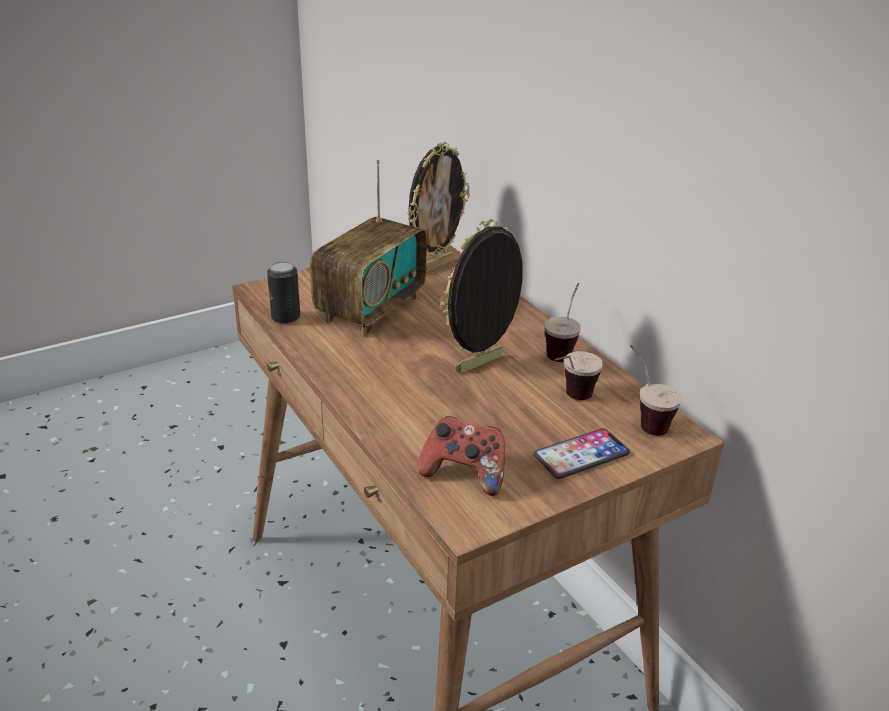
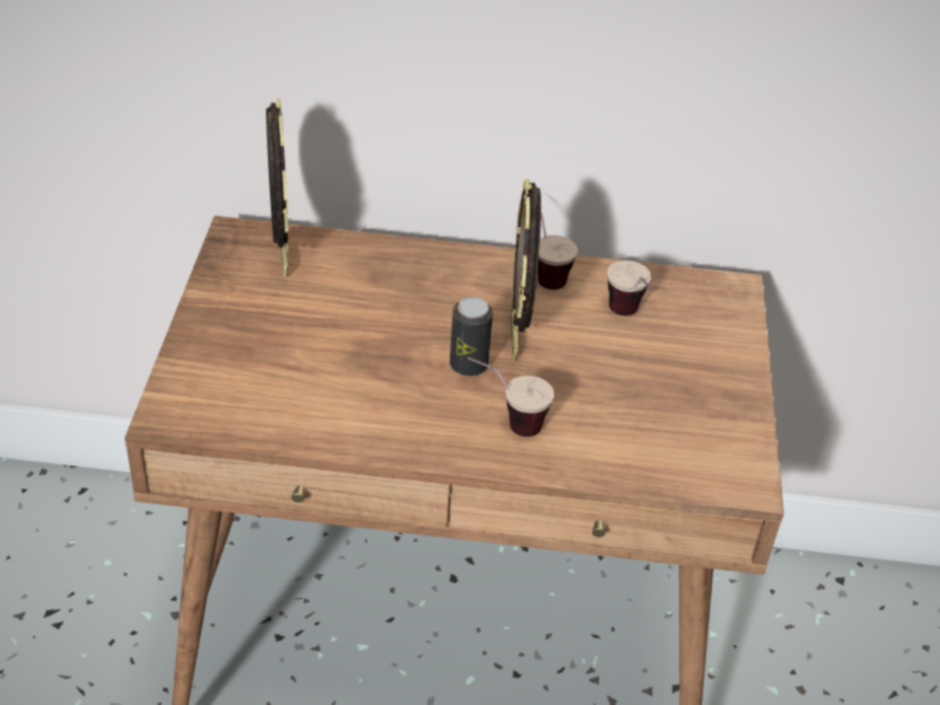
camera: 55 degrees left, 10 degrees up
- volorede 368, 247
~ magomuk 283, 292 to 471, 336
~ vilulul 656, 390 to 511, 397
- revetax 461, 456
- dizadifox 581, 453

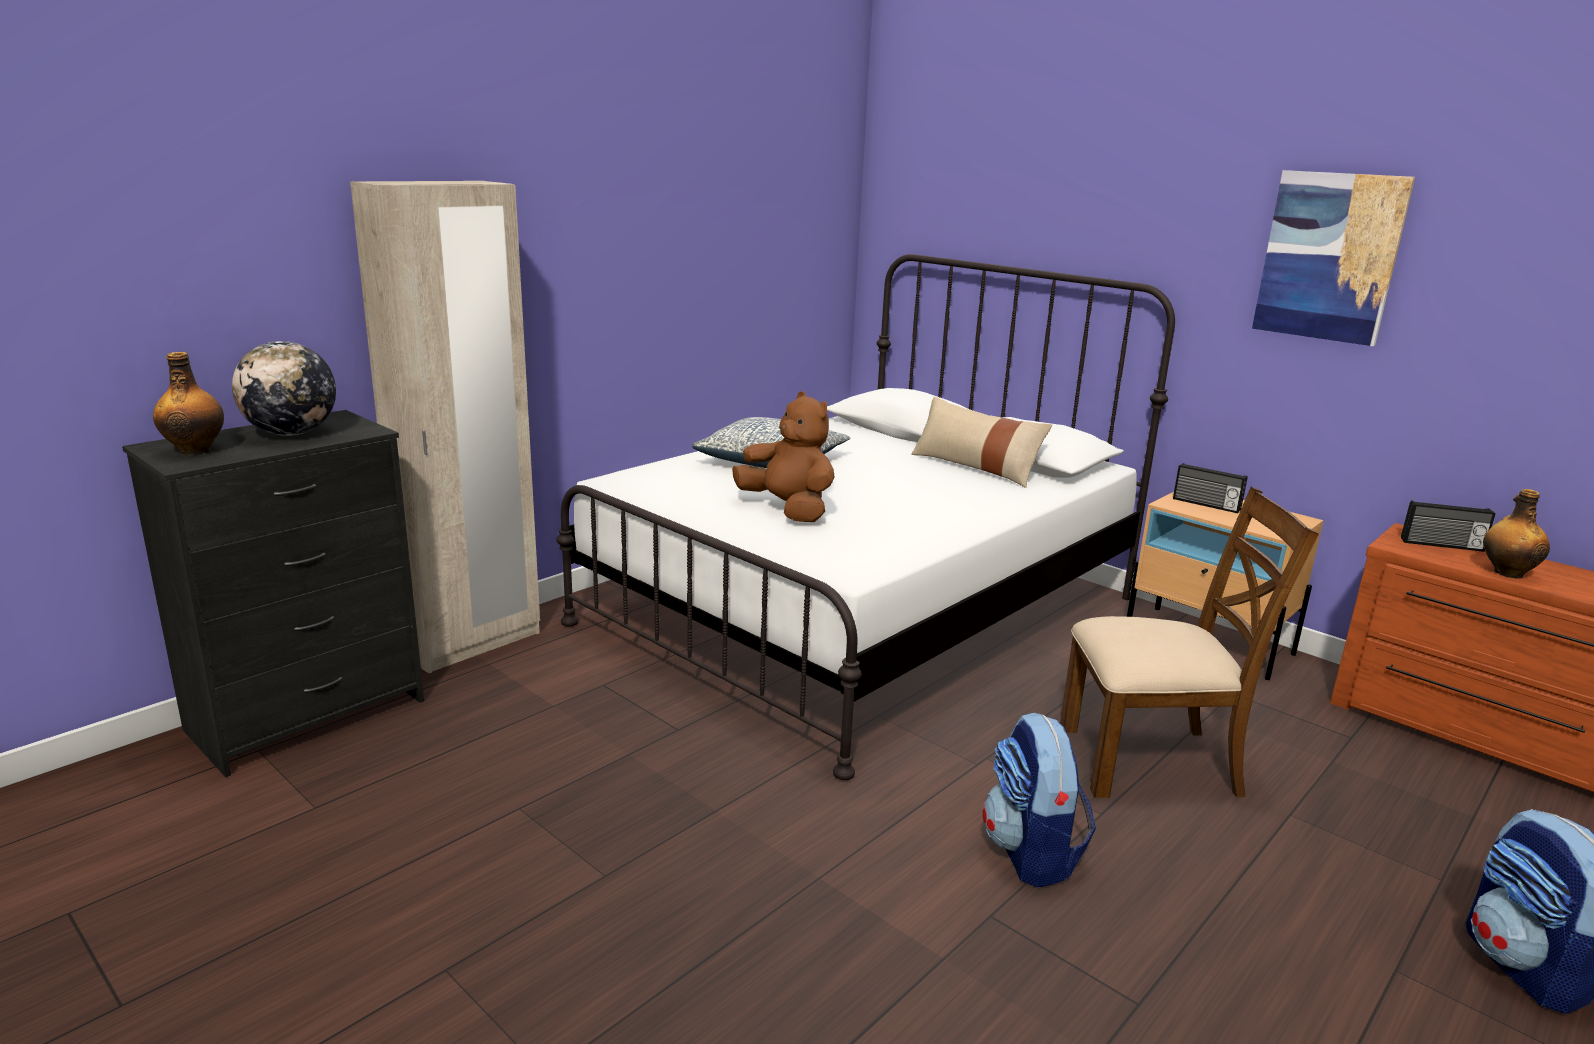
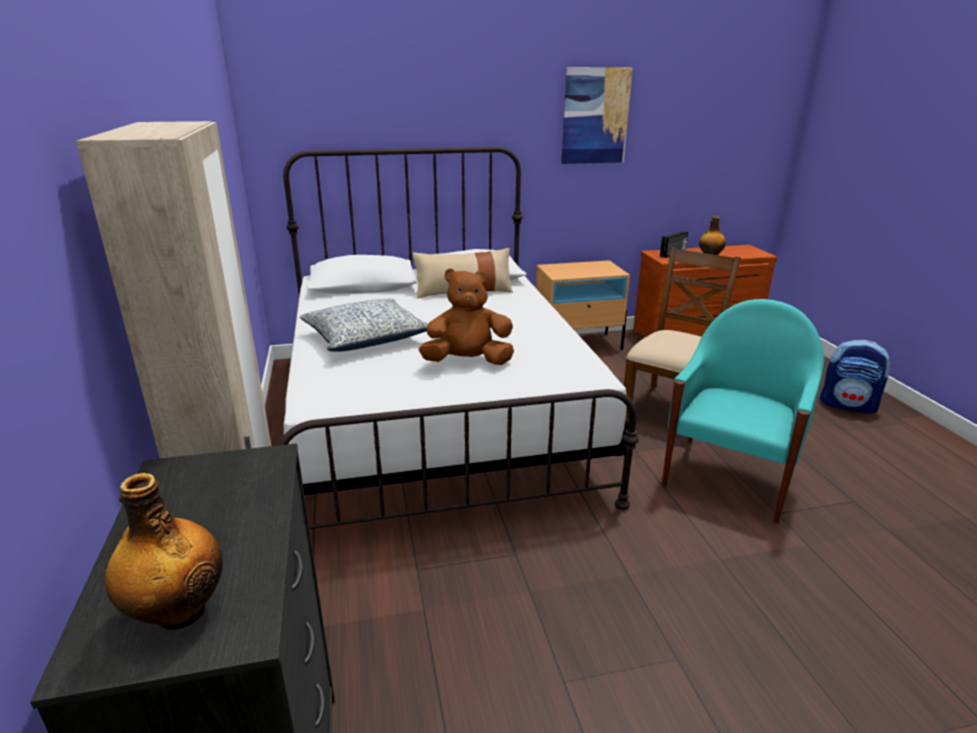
camera: 55 degrees left, 5 degrees up
- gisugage 284, 388
- volorede 1210, 488
~ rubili 1039, 799 to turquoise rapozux 743, 411

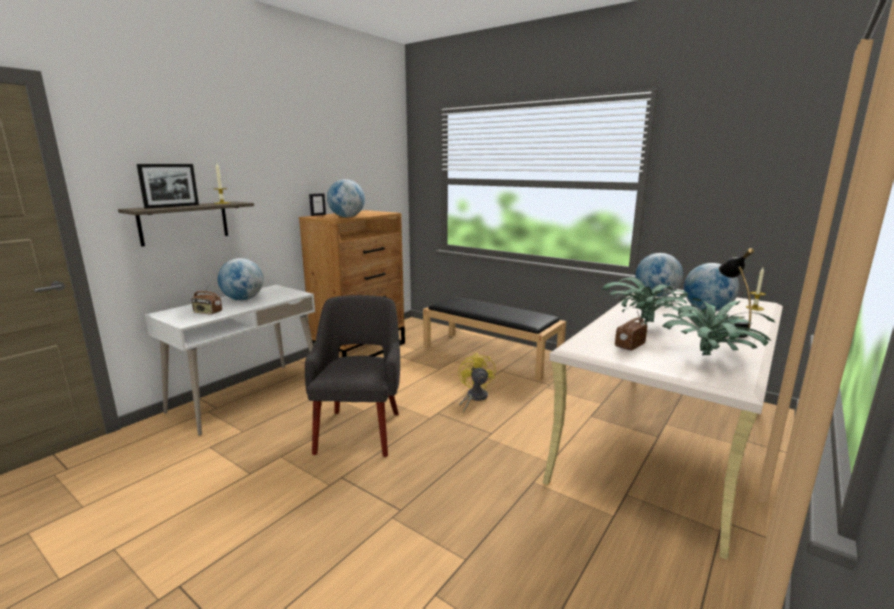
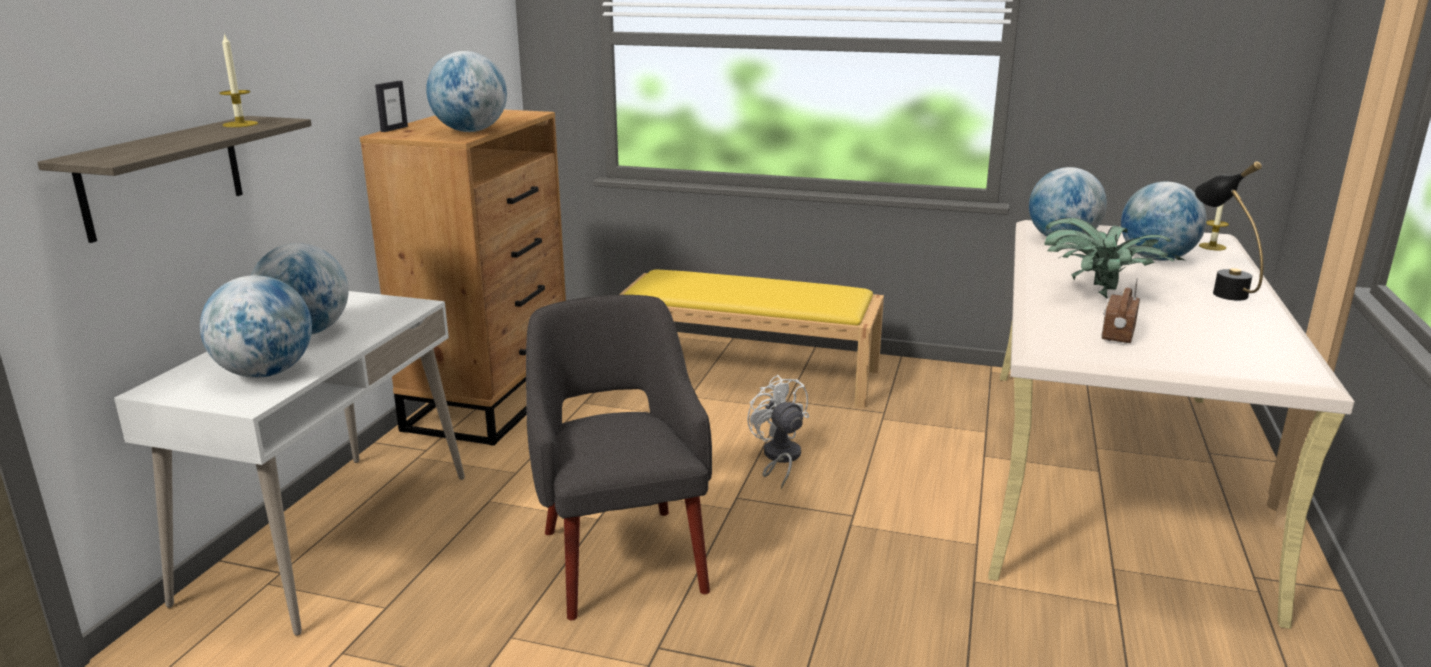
camera: 20 degrees left, 5 degrees up
- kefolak 168, 186
~ volorede 206, 298 to gisugage 256, 326
~ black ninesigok 494, 339 to yellow ninesigok 751, 338
- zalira 718, 326
~ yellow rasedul 477, 382 to white rasedul 778, 432

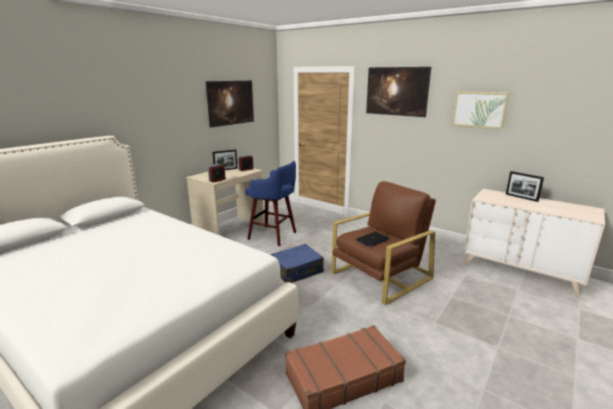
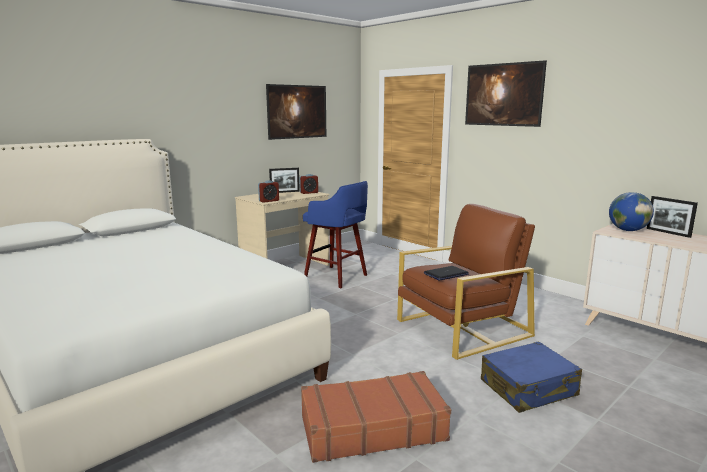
camera: 10 degrees right, 5 degrees down
- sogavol 480, 110
~ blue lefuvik 297, 263 to 531, 377
+ gisugage 631, 211

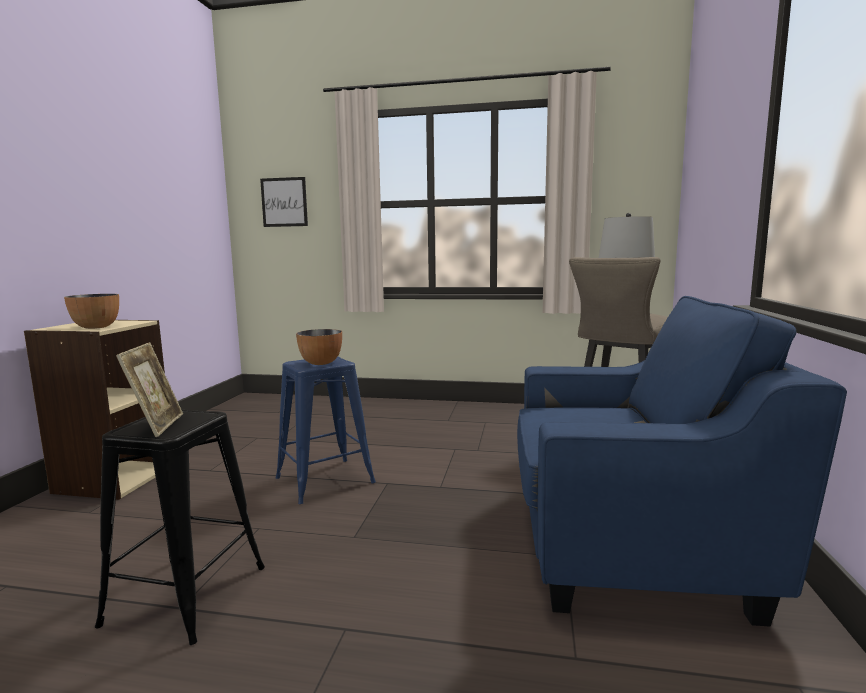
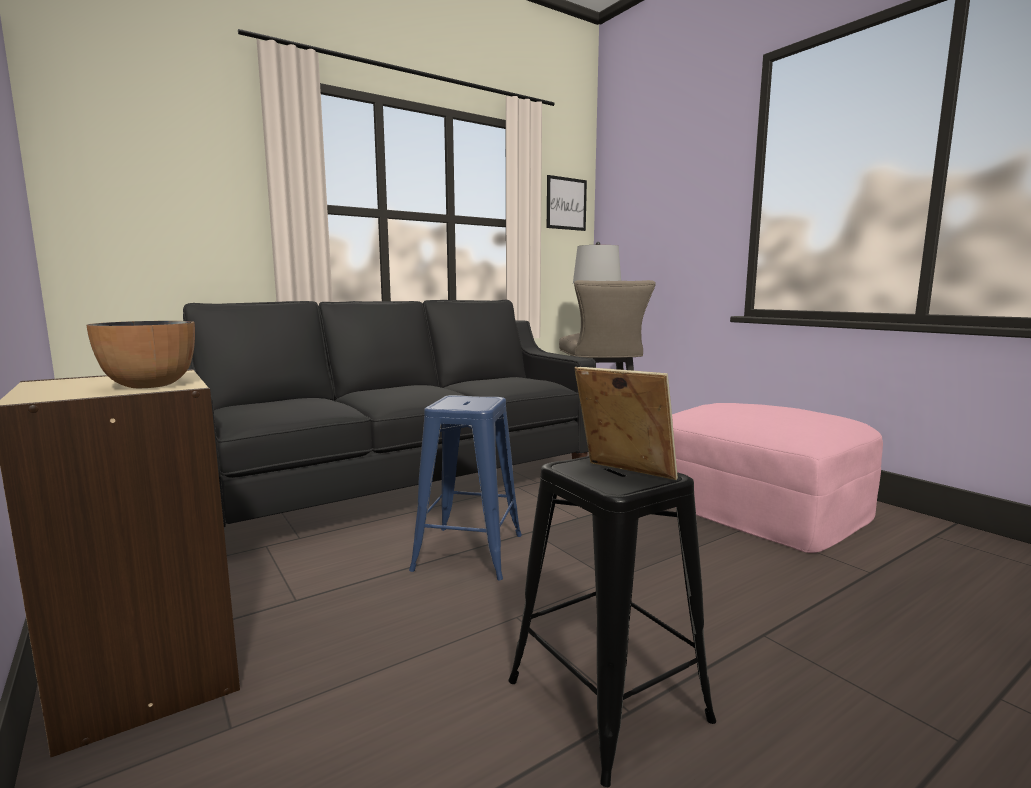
camera: 45 degrees left, 0 degrees up
~ sogavol 284, 202 to 567, 203
~ blue rapozux 682, 461 to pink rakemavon 777, 478
- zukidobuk 319, 347
+ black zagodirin 389, 413

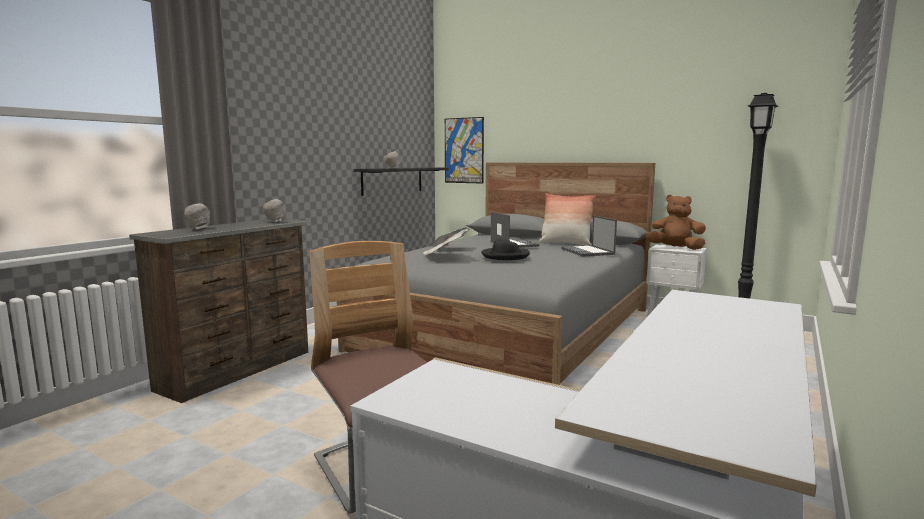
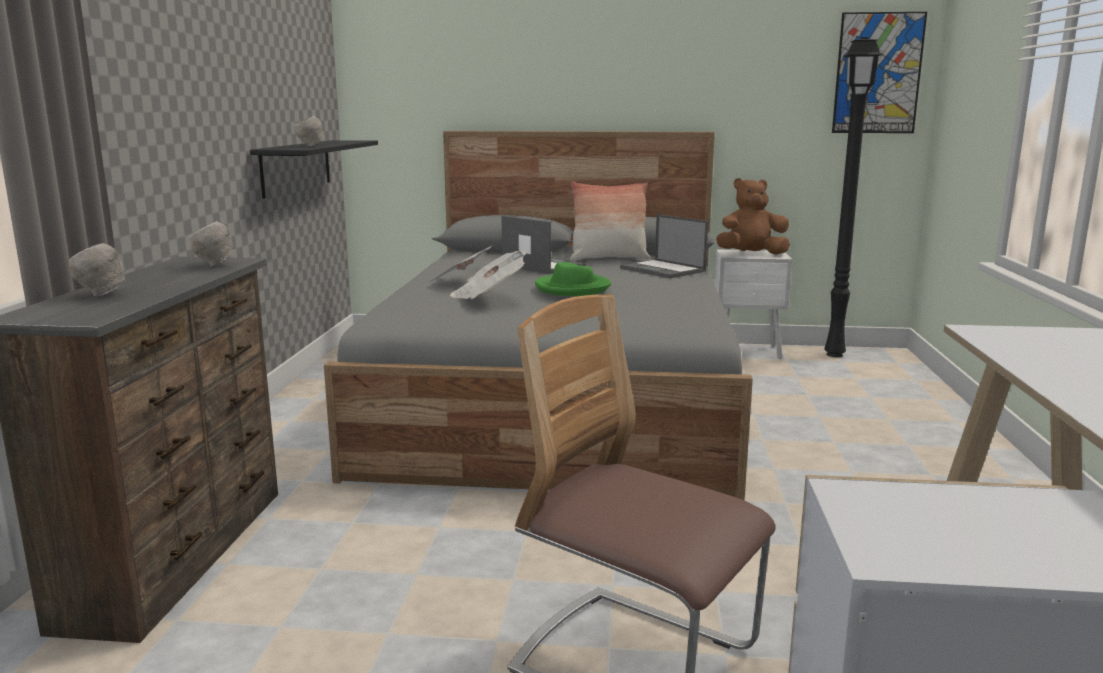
camera: 25 degrees left, 5 degrees up
~ sogavol 464, 150 to 879, 72
~ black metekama 505, 249 to green metekama 573, 279

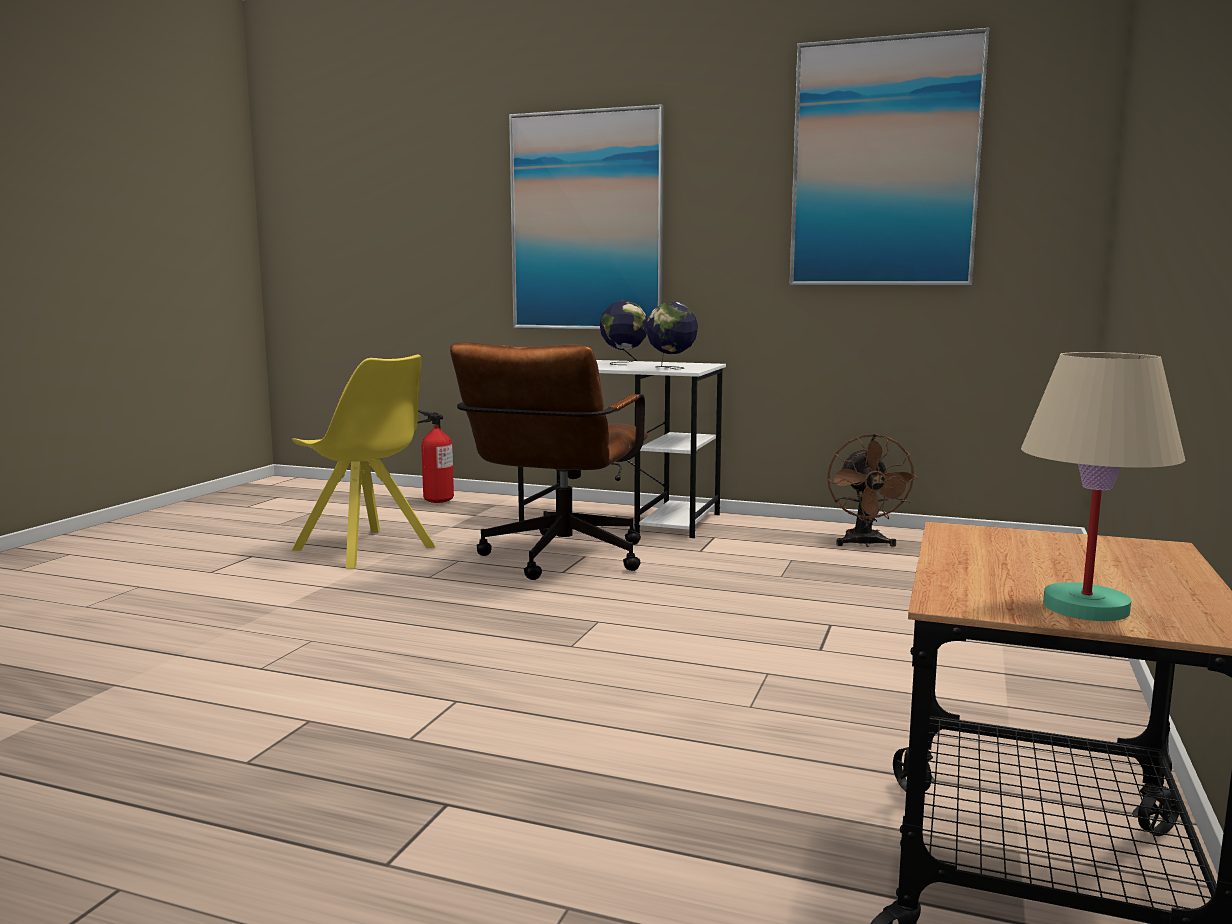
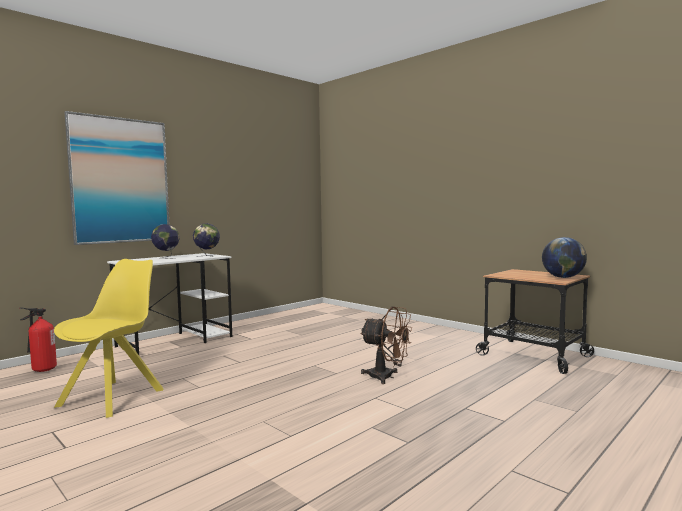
camera: 65 degrees left, 5 degrees down
- sogavol 889, 156
- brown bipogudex 549, 461
~ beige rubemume 1103, 486 to gisugage 564, 257
~ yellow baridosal 364, 462 = 109, 338 45 degrees counterclockwise
~ brown rasedul 872, 490 to 386, 345

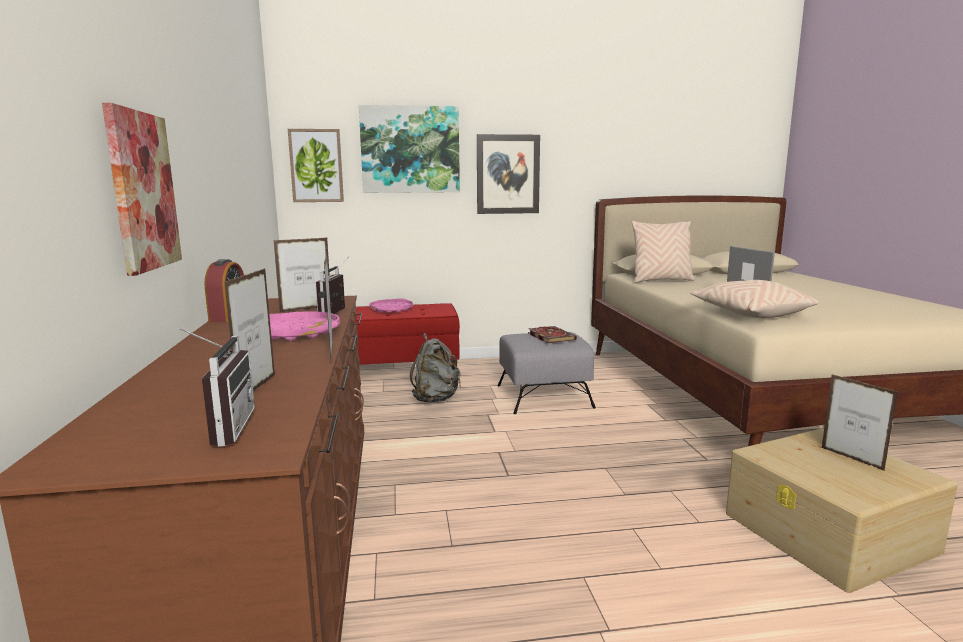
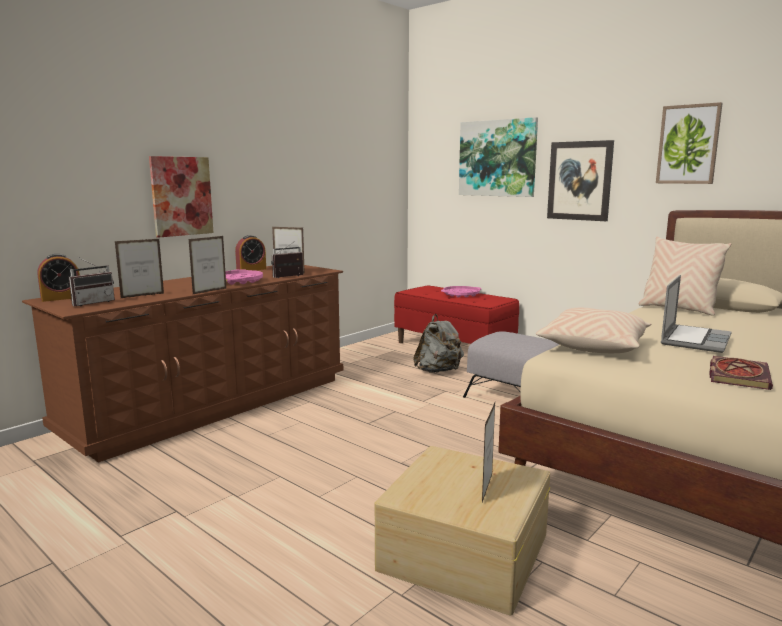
camera: 50 degrees right, 0 degrees up
~ sogavol 316, 165 to 689, 143
~ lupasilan 552, 334 to 741, 373
+ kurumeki 58, 278

